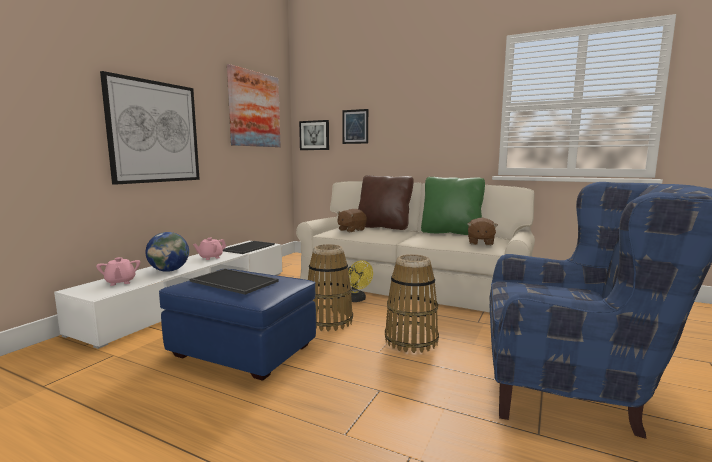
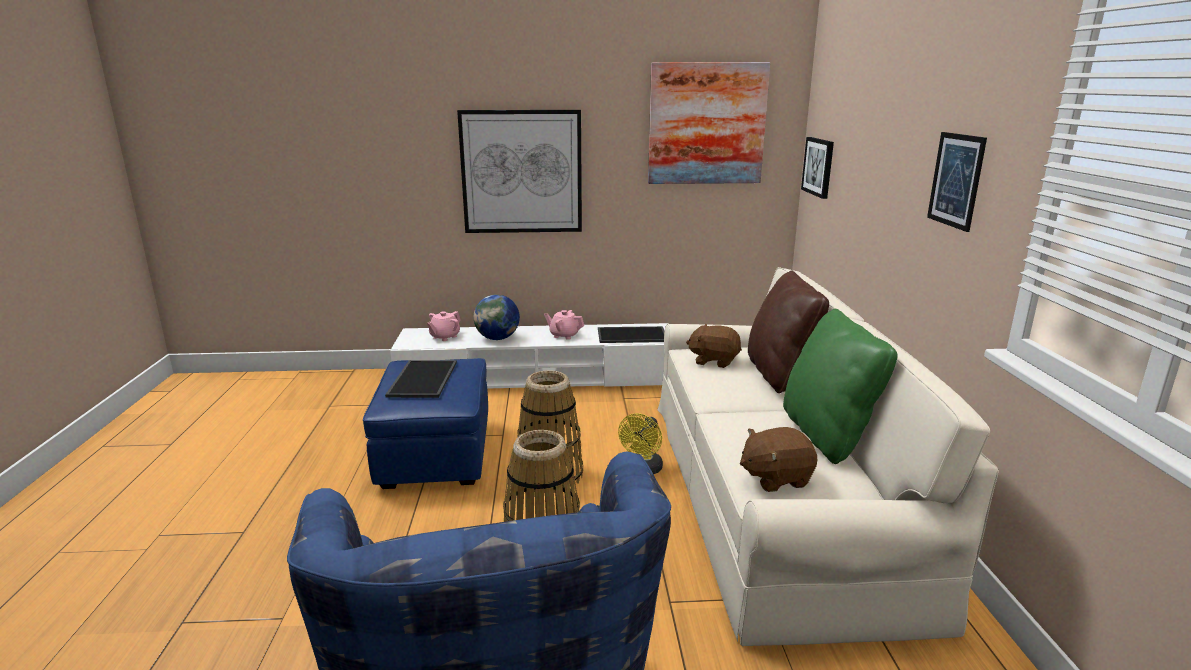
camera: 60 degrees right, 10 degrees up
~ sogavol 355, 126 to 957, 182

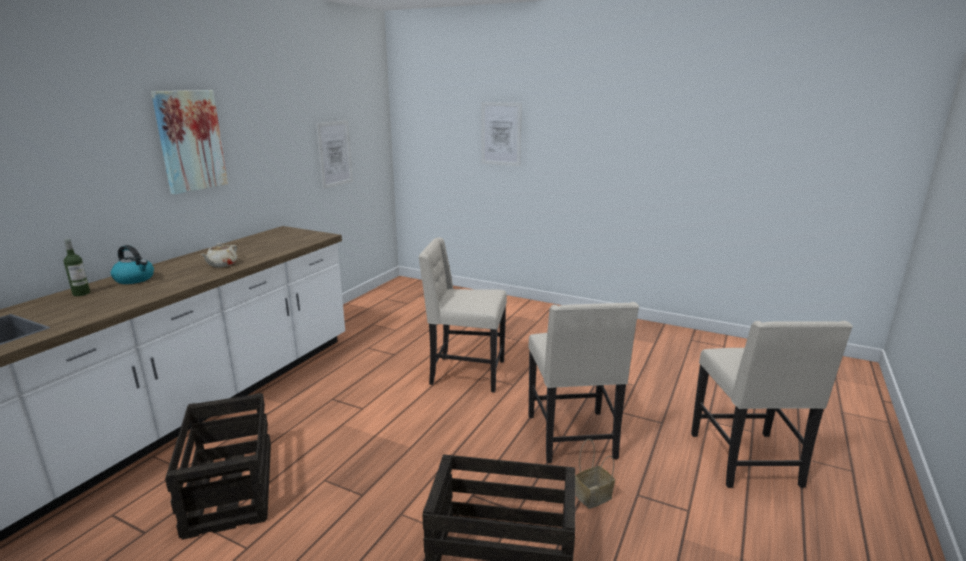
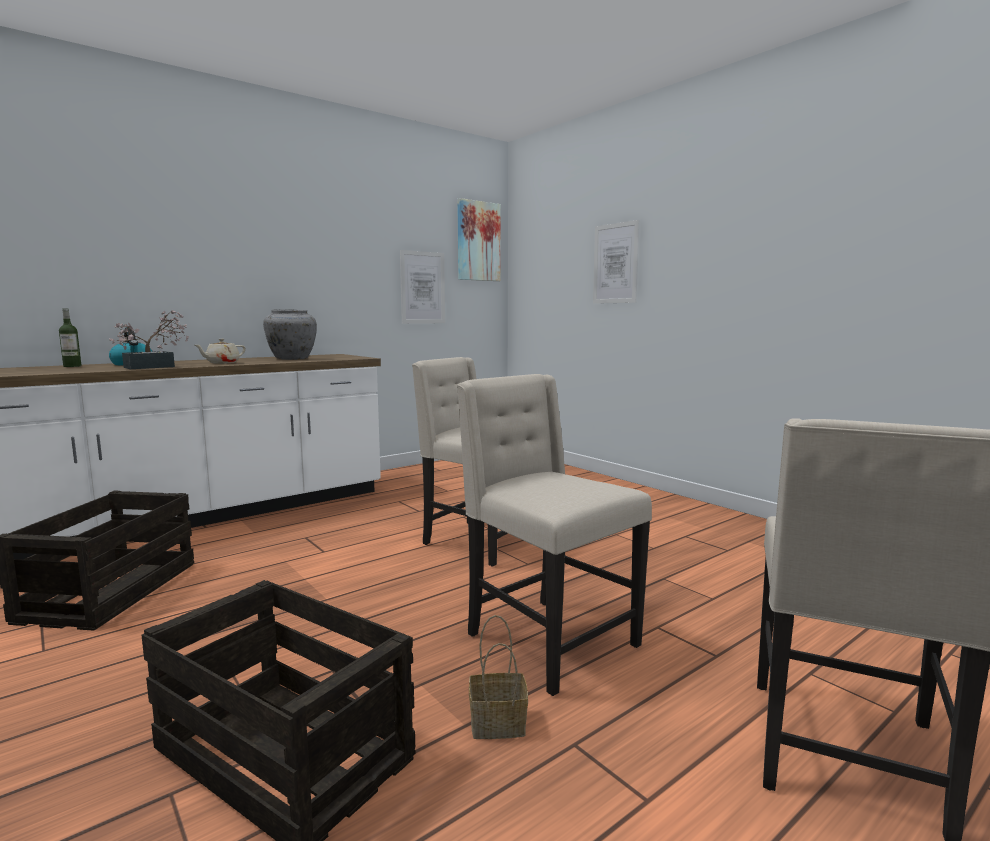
camera: 25 degrees right, 10 degrees down
~ sogavol 189, 142 to 479, 239
~ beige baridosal 583, 382 = 554, 535 120 degrees clockwise
+ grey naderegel 290, 334
+ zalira 149, 339

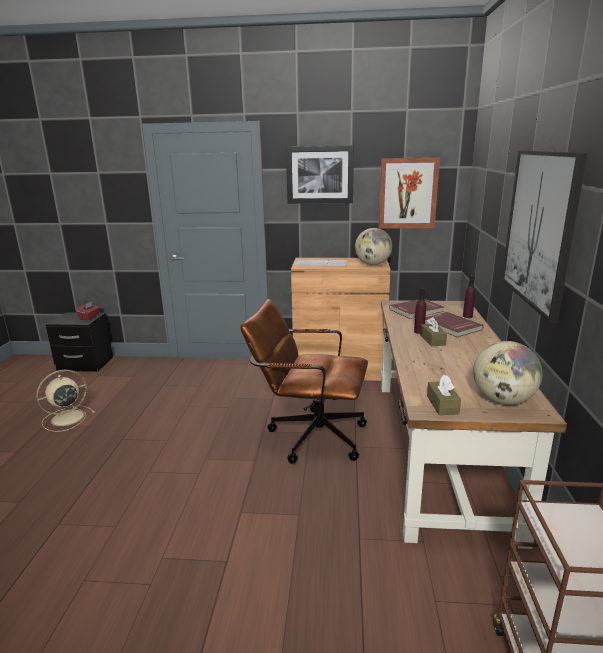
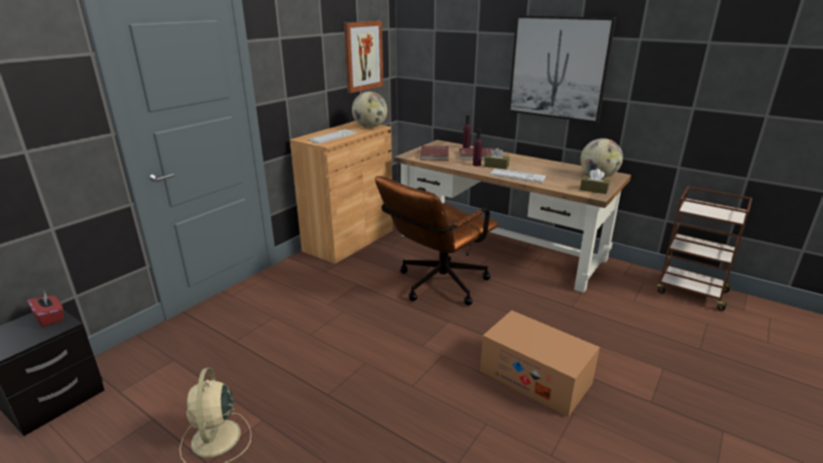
camera: 60 degrees left, 5 degrees up
- sogavol 320, 174
+ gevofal 518, 175
+ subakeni 540, 363

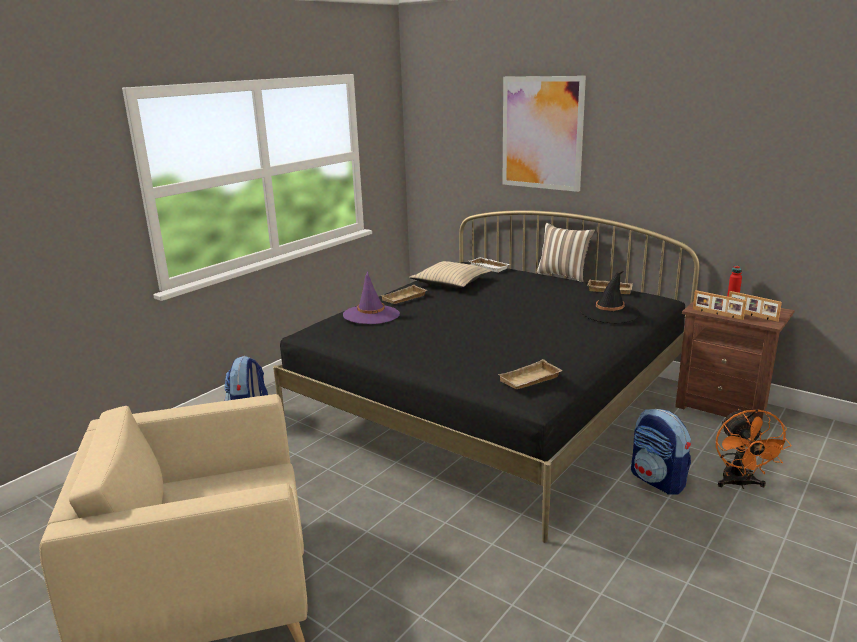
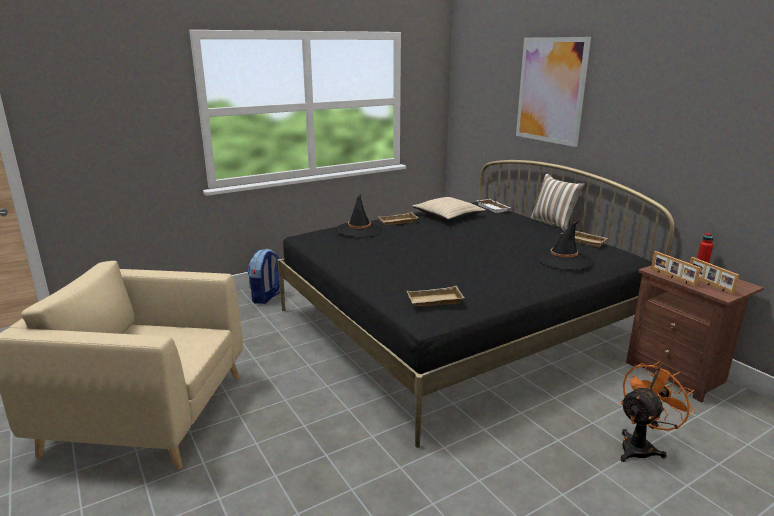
camera: 20 degrees right, 0 degrees up
~ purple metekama 371, 298 to black metekama 359, 215
- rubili 661, 452
~ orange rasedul 754, 449 = 657, 411 150 degrees counterclockwise

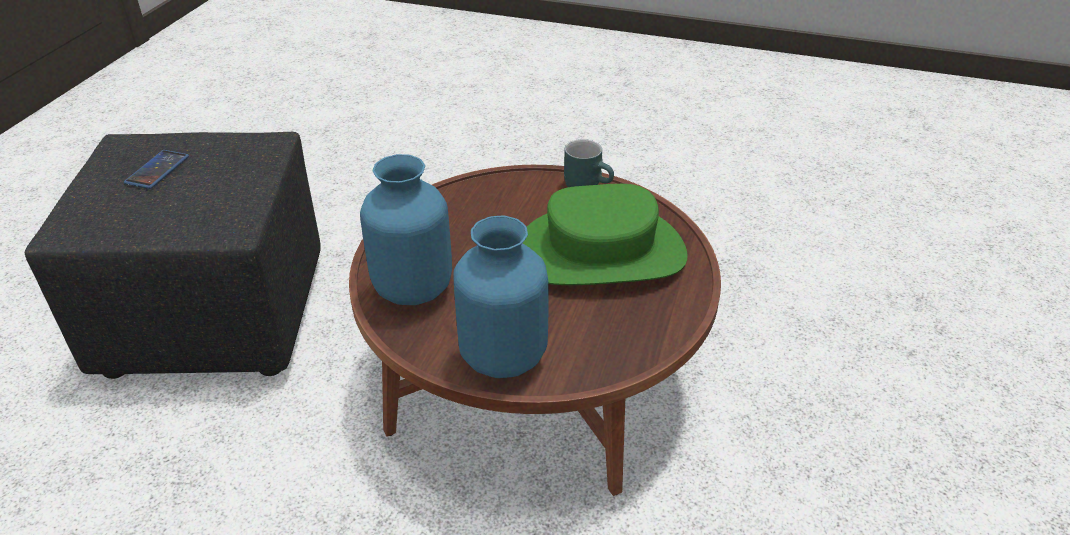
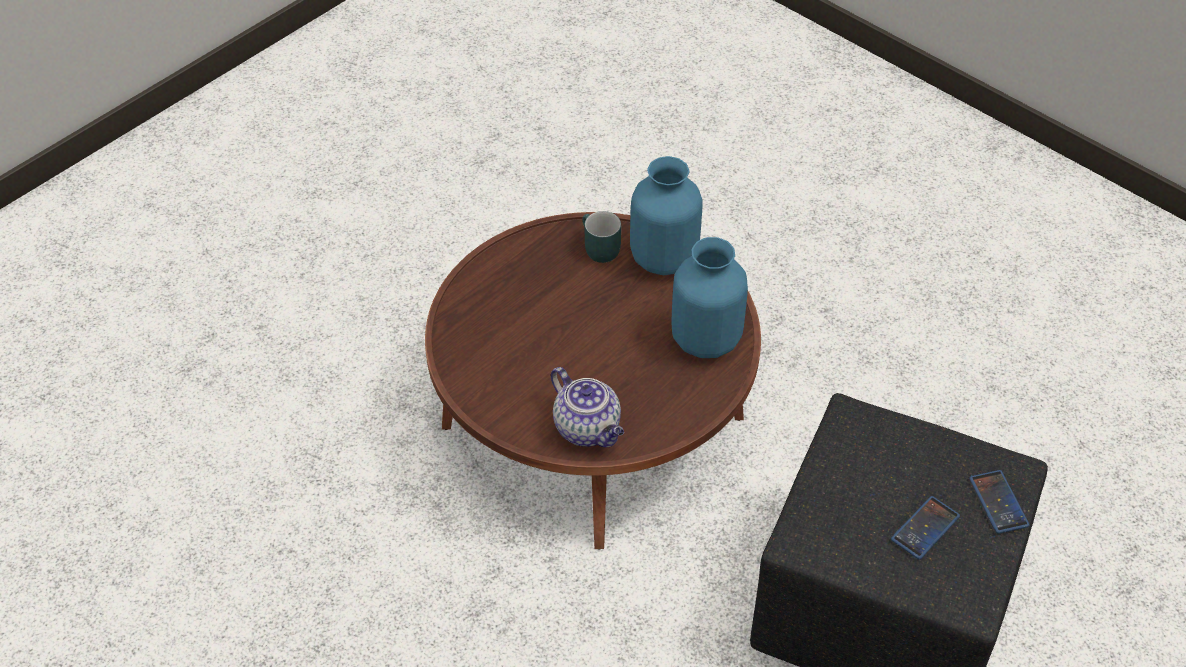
camera: 155 degrees left, 10 degrees up
~ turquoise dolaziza 589, 163 to 602, 237
- green metekama 605, 234
+ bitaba 587, 407
+ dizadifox 999, 502

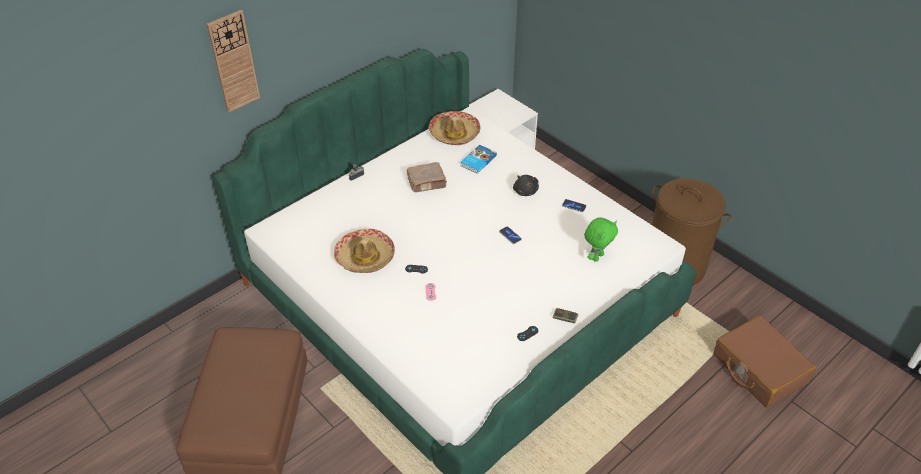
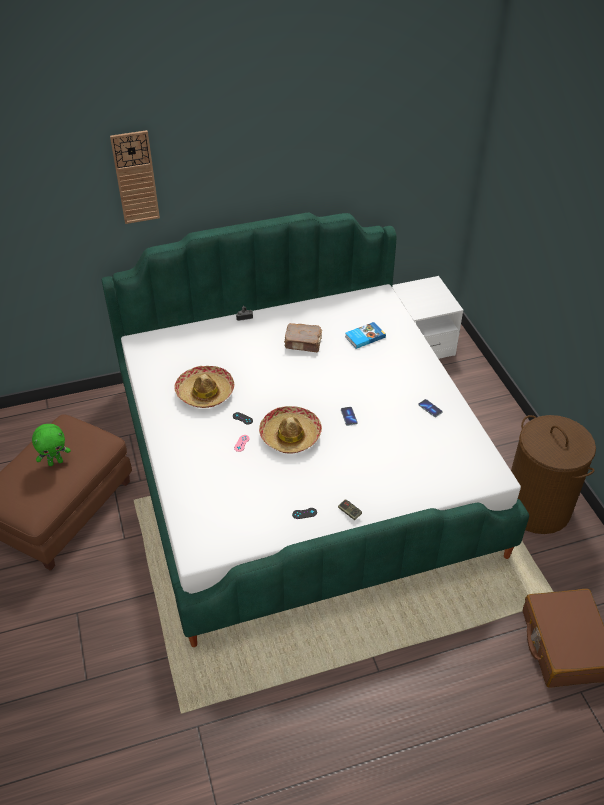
camera: 25 degrees right, 0 degrees up
~ metekama 455, 128 to 290, 429
- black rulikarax 526, 185
~ green rulikarax 601, 239 to 51, 445

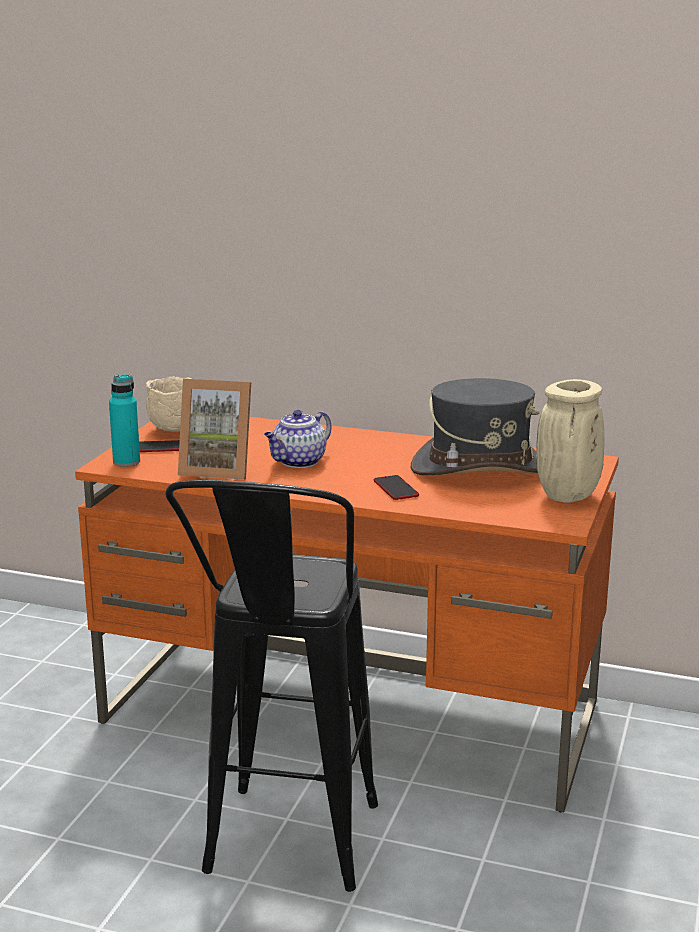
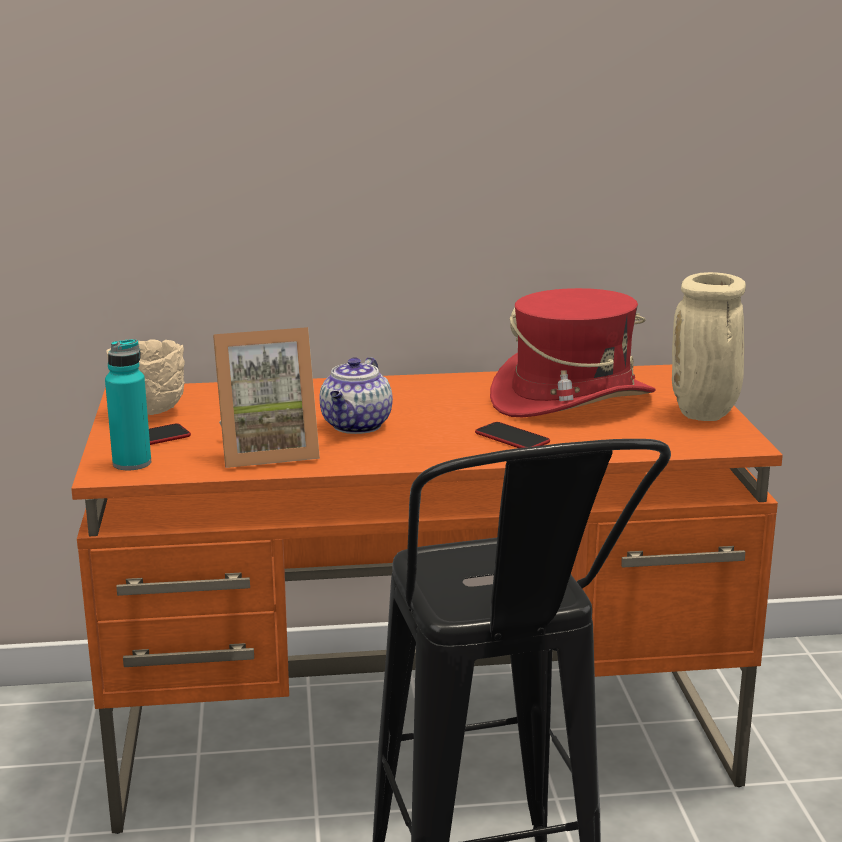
camera: 25 degrees left, 0 degrees up
~ grey metekama 475, 427 to red metekama 573, 352

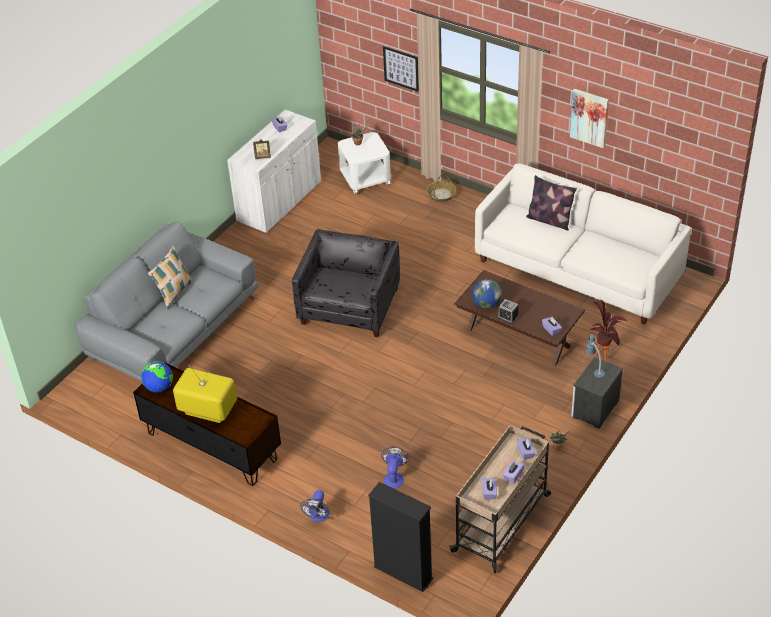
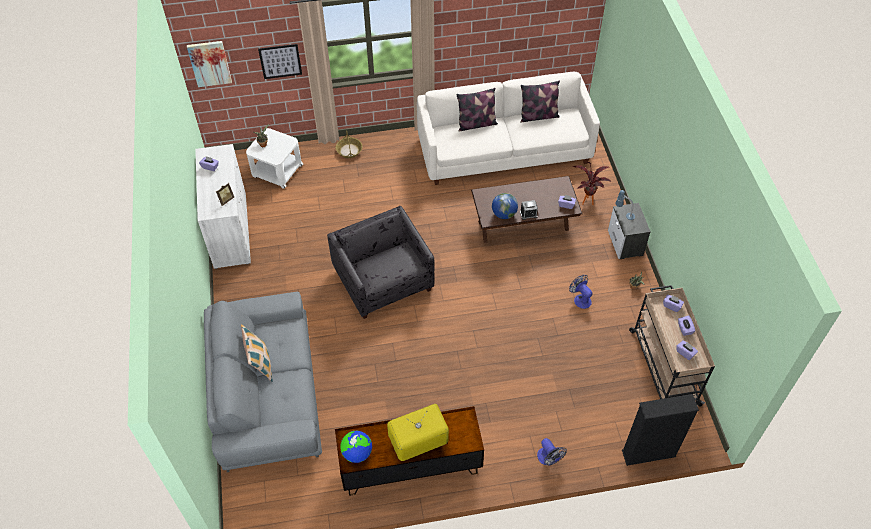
camera: 45 degrees left, 10 degrees up
~ sogavol 589, 118 to 209, 64
~ rasedul 395, 467 to 580, 292
+ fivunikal 540, 101

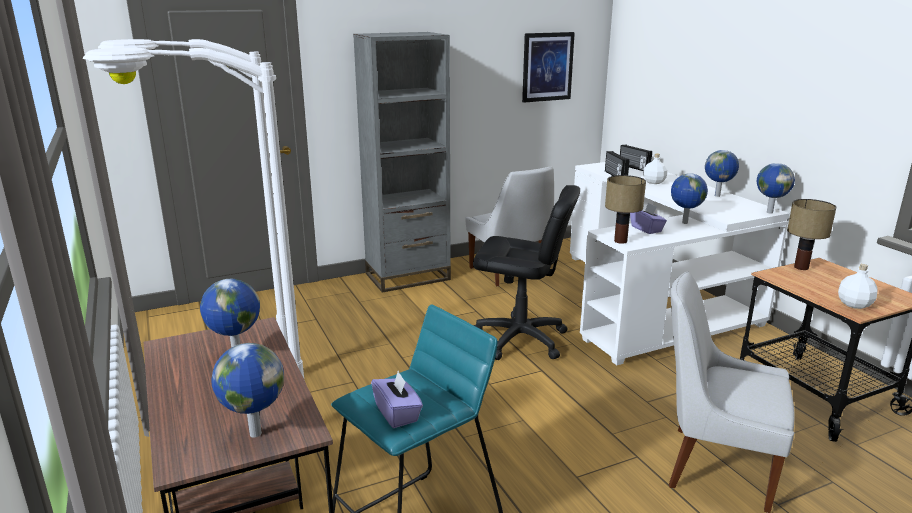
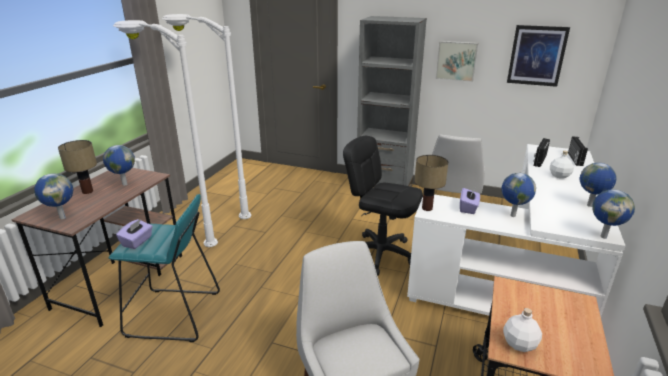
camera: 45 degrees right, 5 degrees up
~ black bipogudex 526, 272 = 383, 206 150 degrees clockwise
~ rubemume 812, 234 to 77, 167
+ sogavol 457, 61

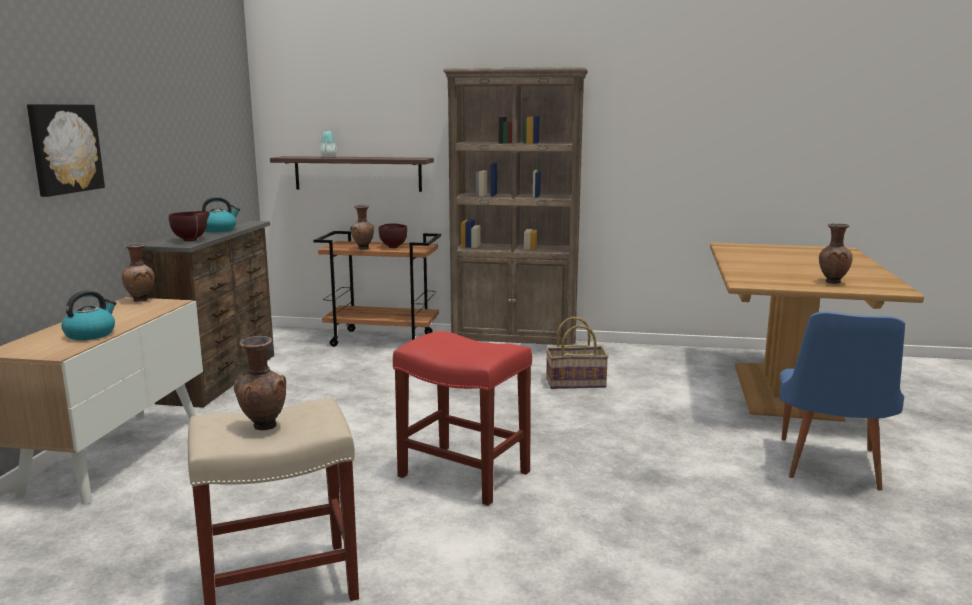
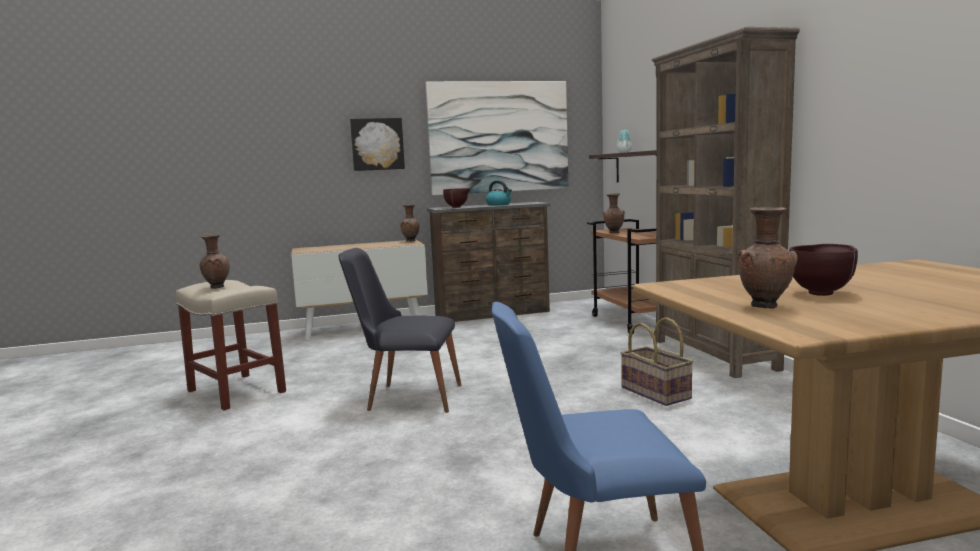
camera: 65 degrees right, 5 degrees down
~ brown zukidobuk 393, 236 to 823, 270
- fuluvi 88, 315
~ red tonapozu 462, 418 to black baridosal 400, 330
+ sogavol 497, 138

